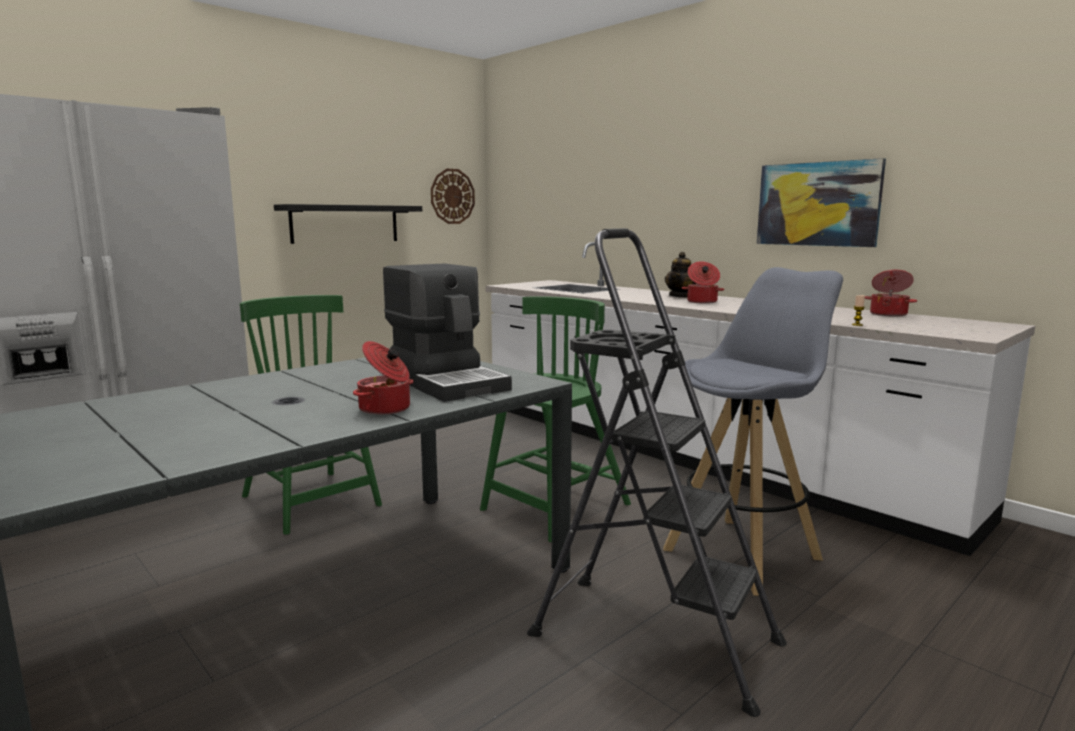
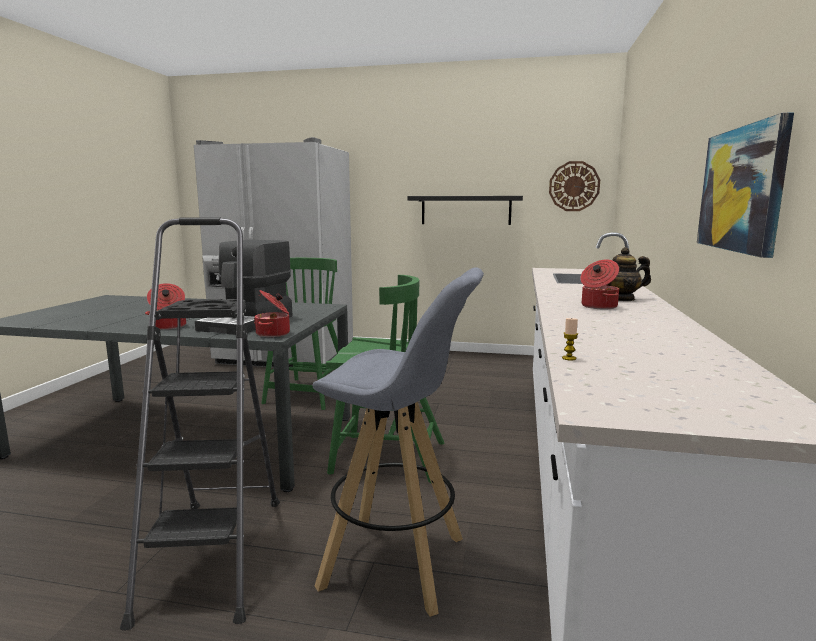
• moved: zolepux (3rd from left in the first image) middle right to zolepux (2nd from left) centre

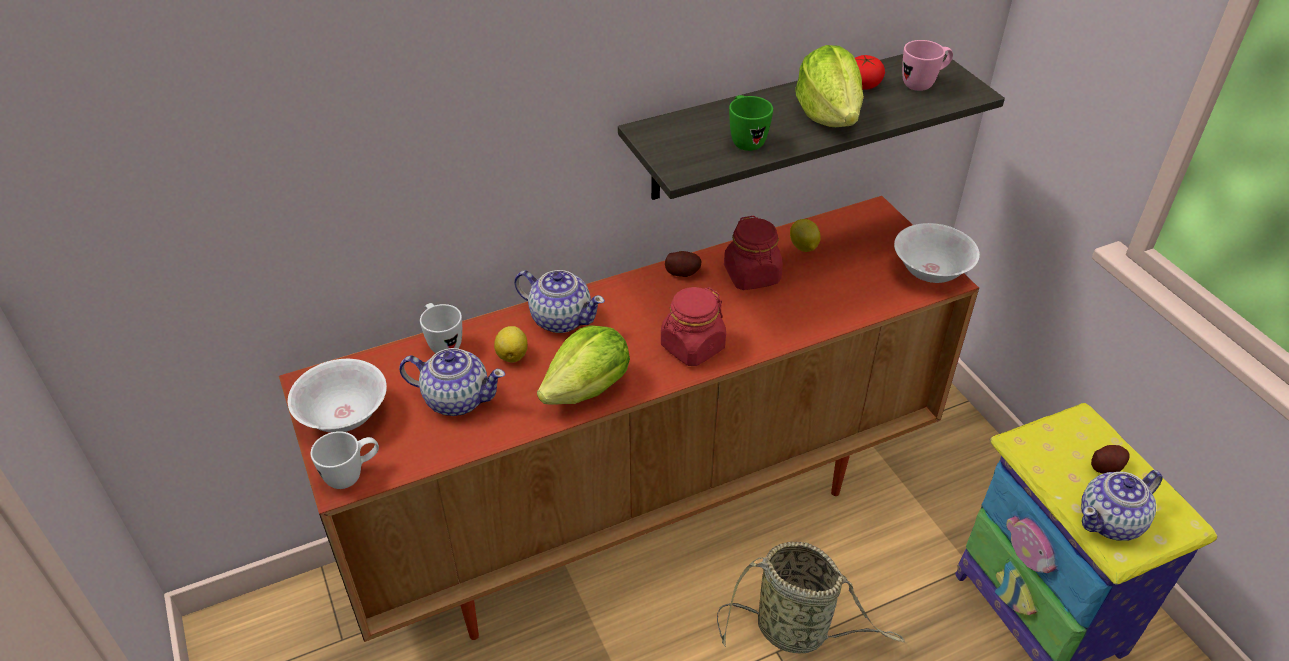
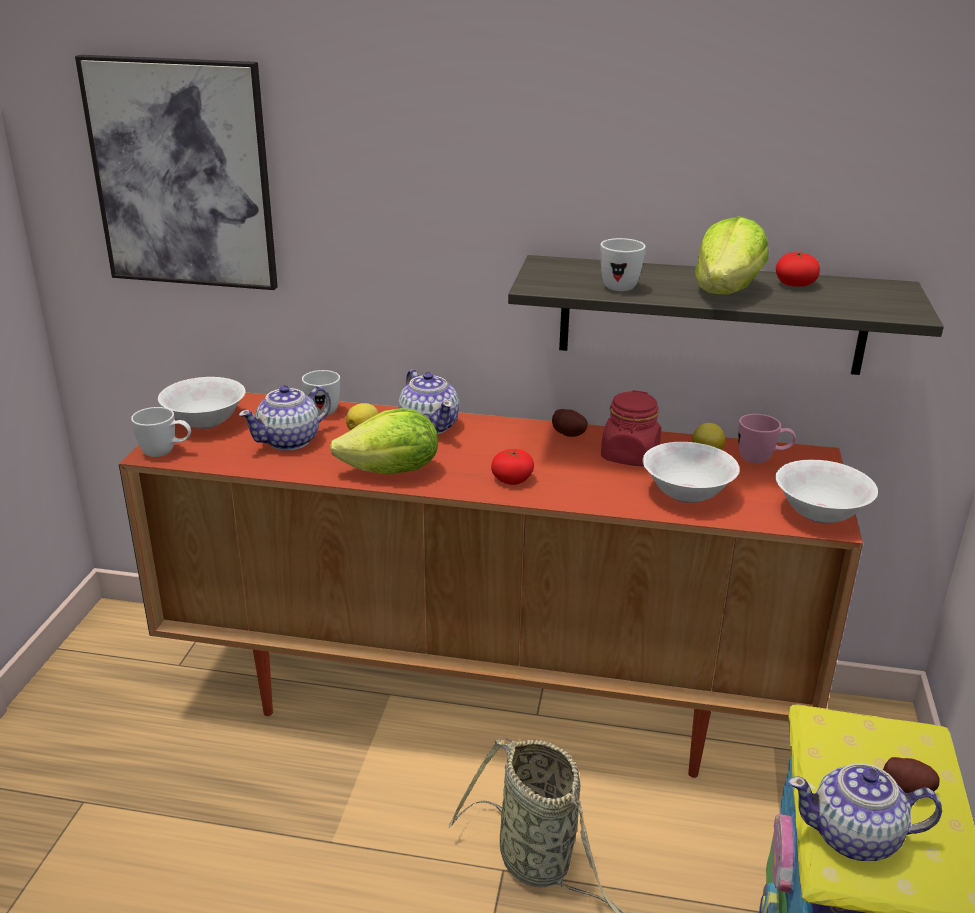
• added: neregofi top left
• turned: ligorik (1st from left) centre = middle left 90 degrees clockwise
• replaced: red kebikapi (1st from left) centre to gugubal (1st from left) centre
• recoloured: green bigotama top centre to white bigotama (3rd from left) top centre
• added: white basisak (2nd from left) middle right
• moved: pink bigotama top right to middle right

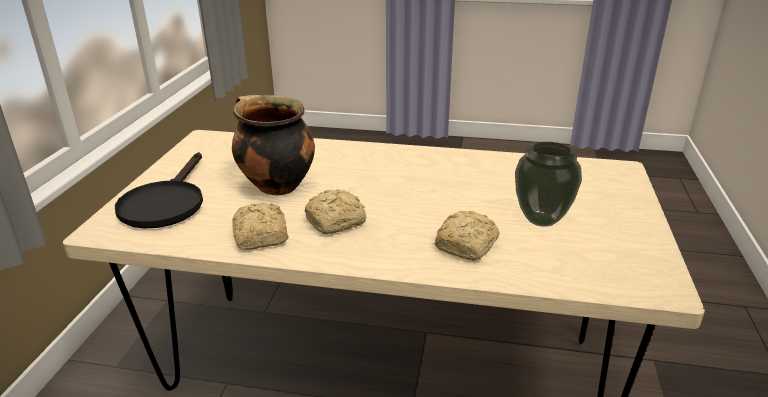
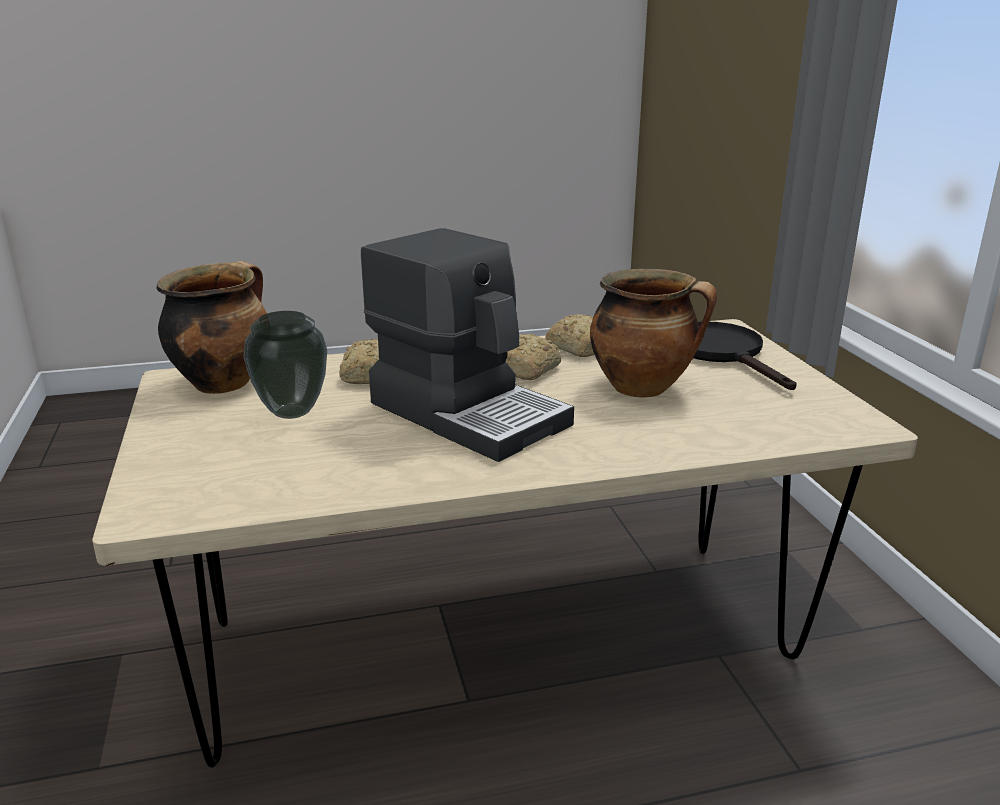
• added: zolepux (1st from left) middle left
• added: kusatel centre

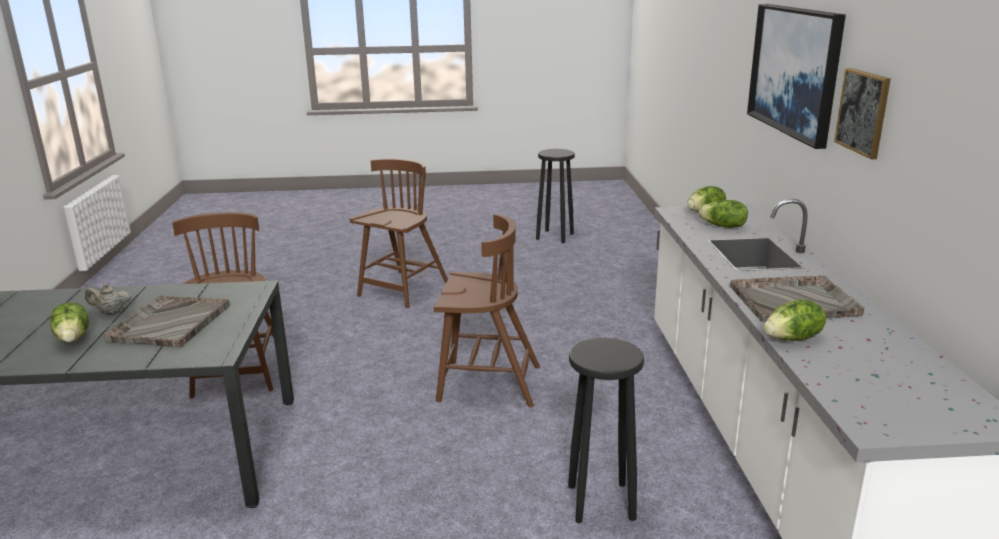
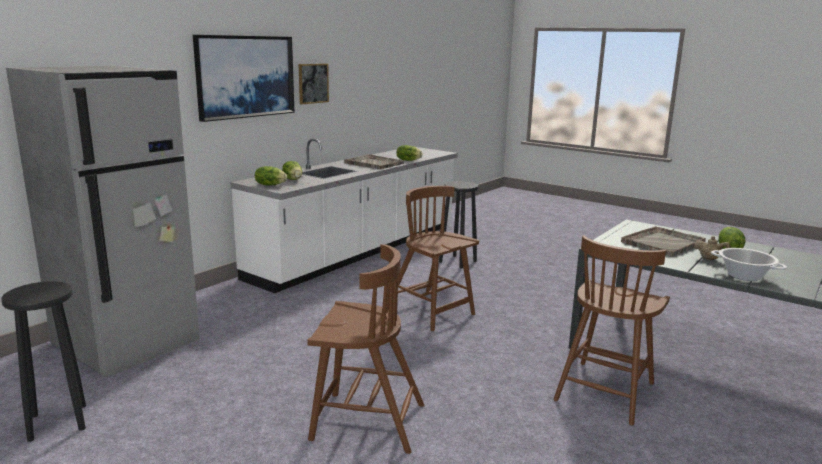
• added: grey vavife middle left
• turned: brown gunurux (2nd from left in the first image) centre = bottom centre 150 degrees counterclockwise
• added: zolepux middle right

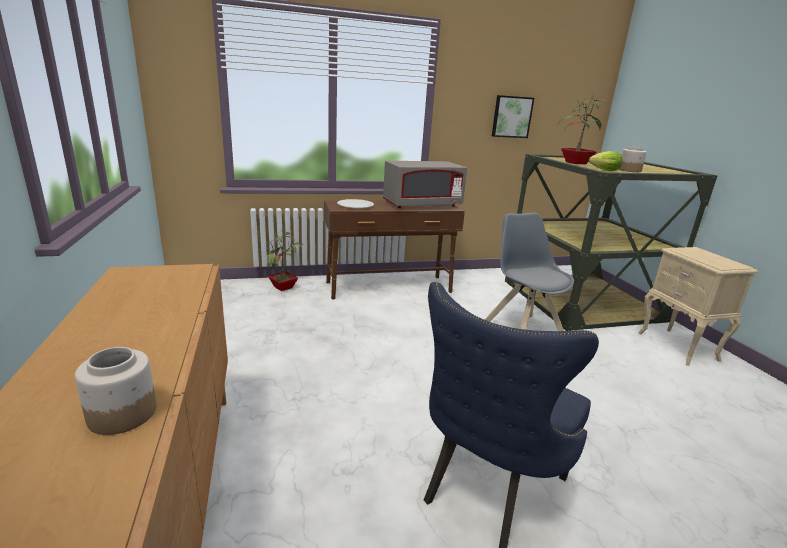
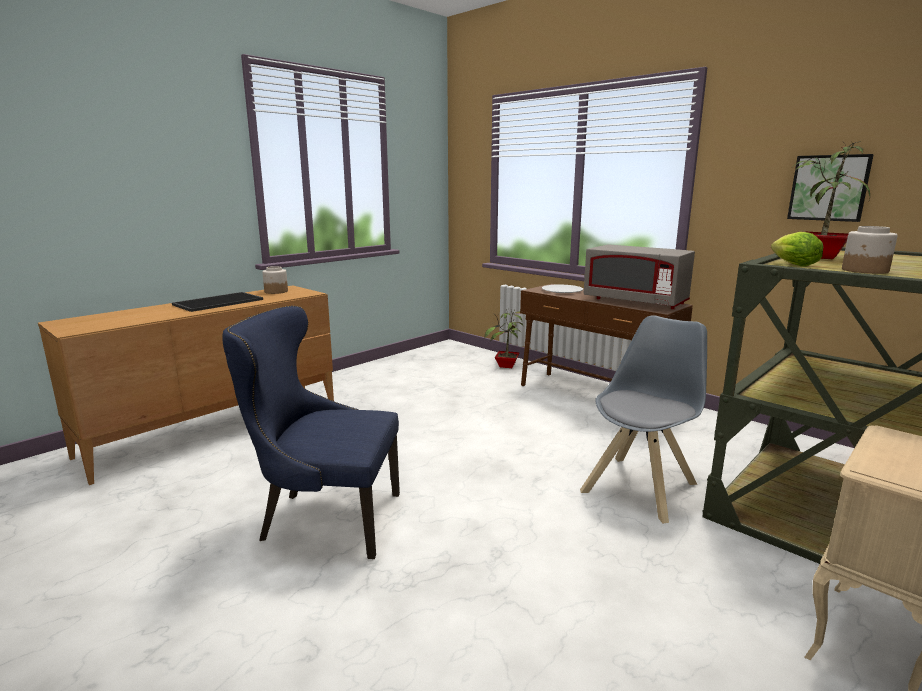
• added: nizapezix middle left
• moved: kebikapi (1st from left) bottom left to middle left

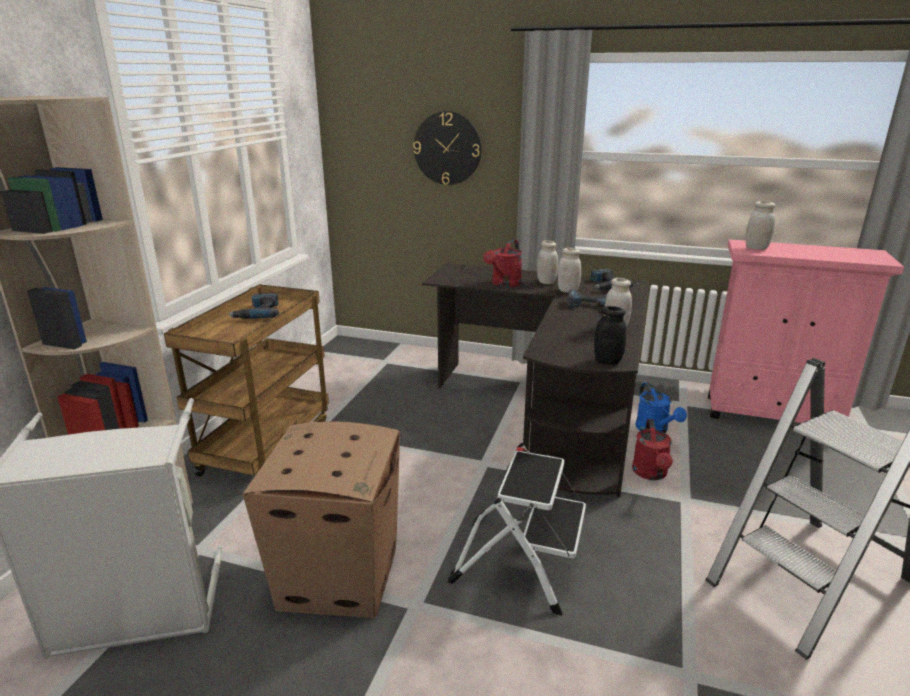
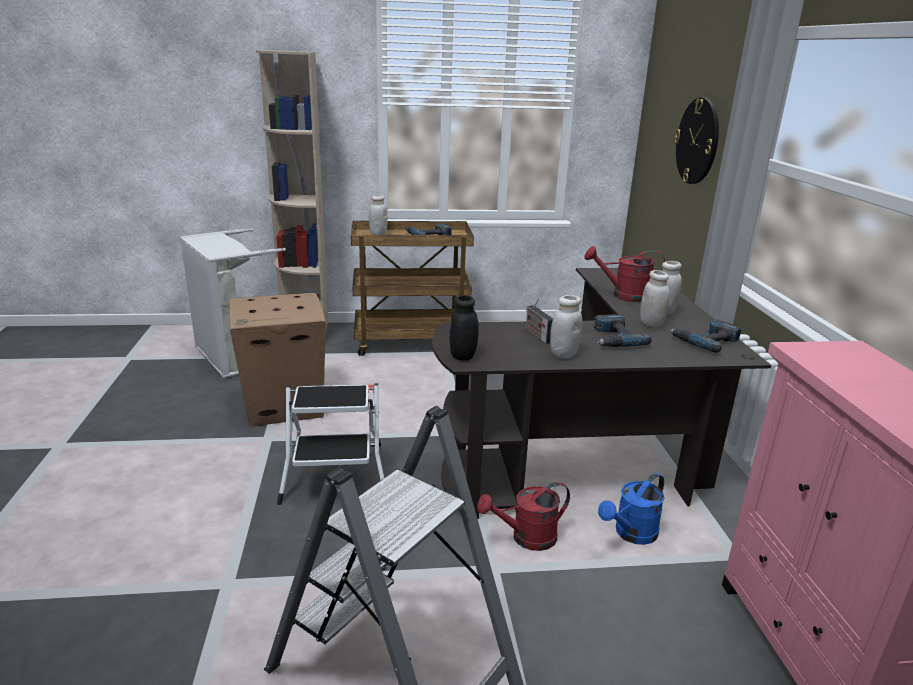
• moved: white kebikapi (4th from left in the first image) top right to white kebikapi (1st from left) top centre
• added: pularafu centre

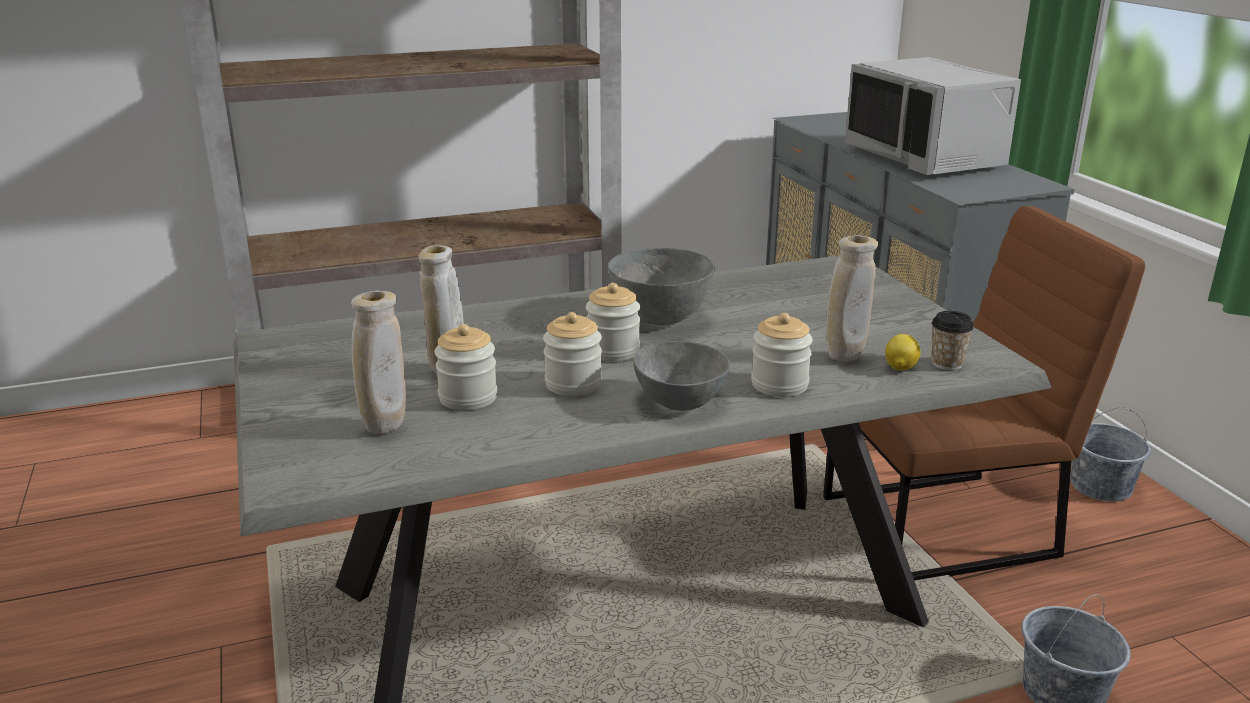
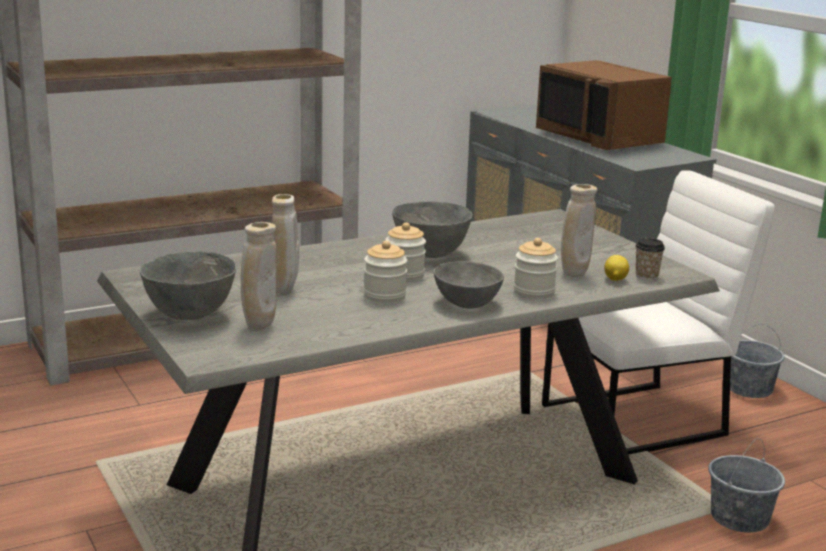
• added: grey basisak (1st from left) middle left
• recoloured: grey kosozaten top right to brown kosozaten top right
• recoloured: brown gunurux middle right to white gunurux middle right
• removed: kebikapi (1st from left) centre

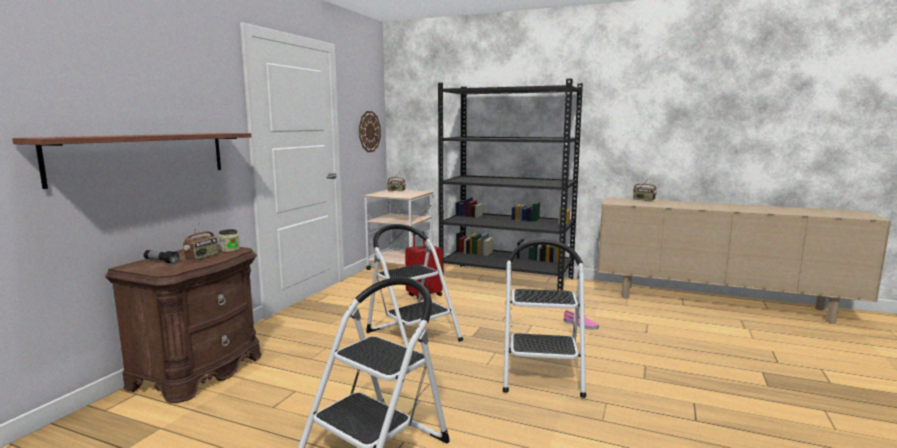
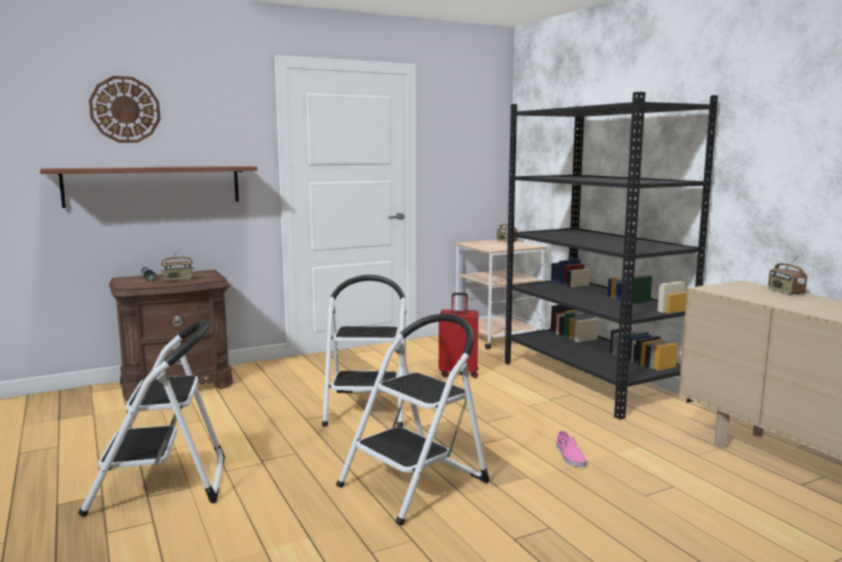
• moved: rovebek top centre to top left
• removed: kebikapi middle left

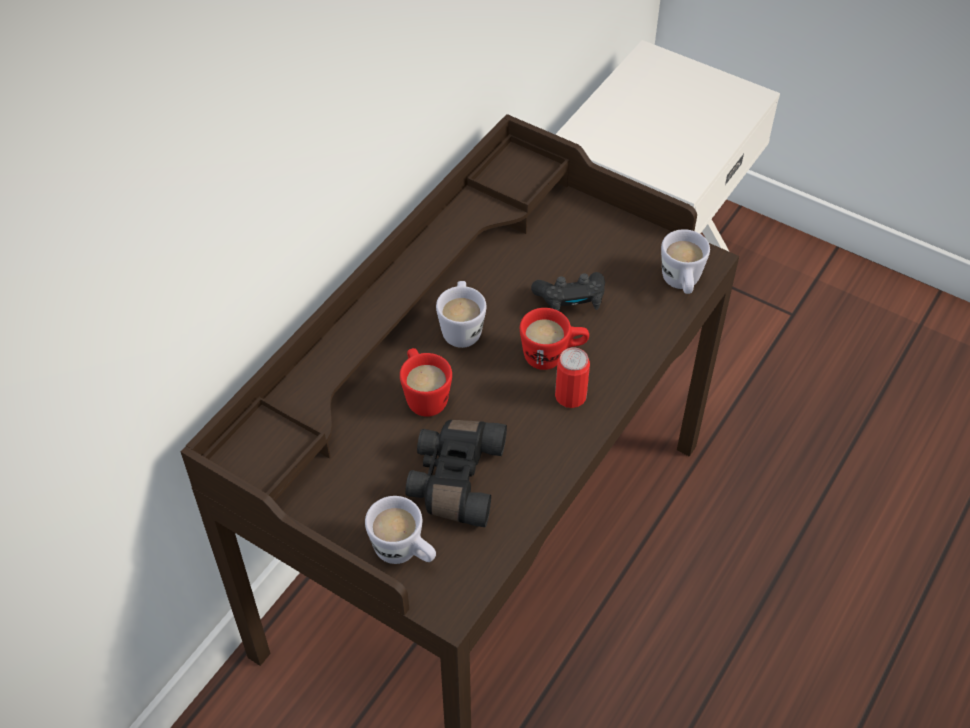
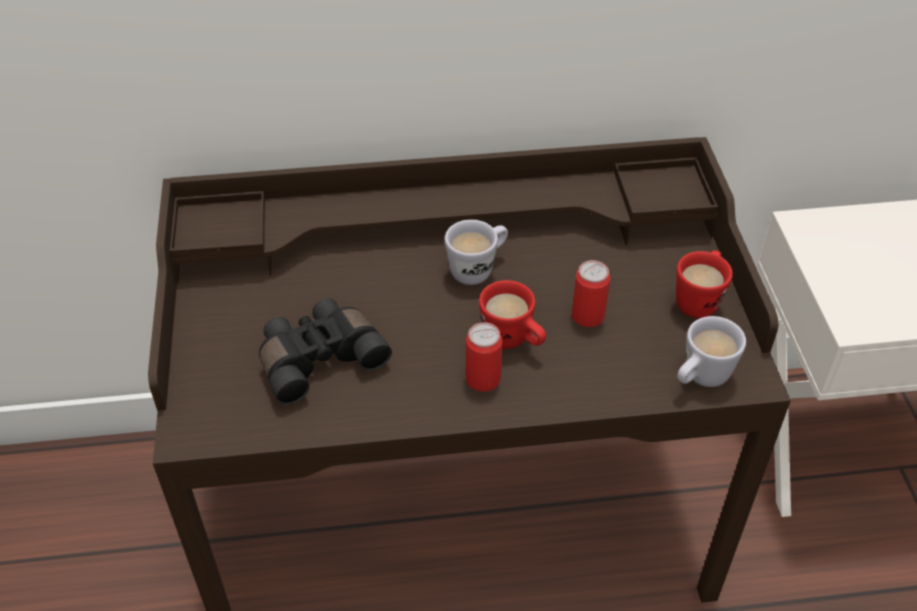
• replaced: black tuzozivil centre to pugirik (2nd from left) centre
• moved: red bigotama (1st from left in the first image) centre to red bigotama (2nd from left) middle right
• removed: white bigotama (1st from left) bottom centre

